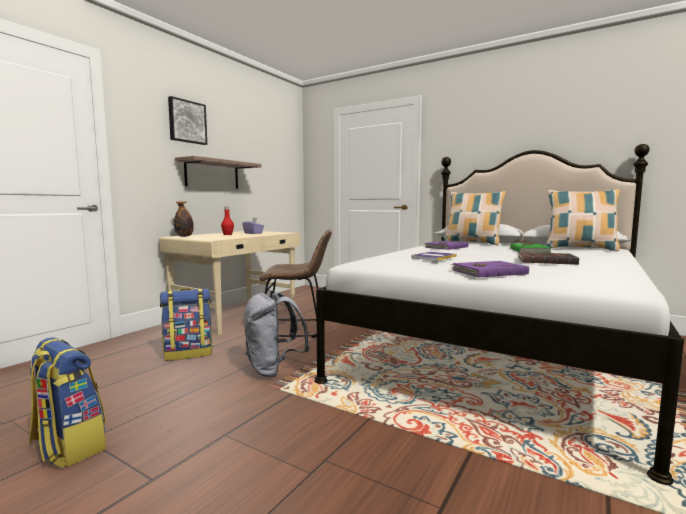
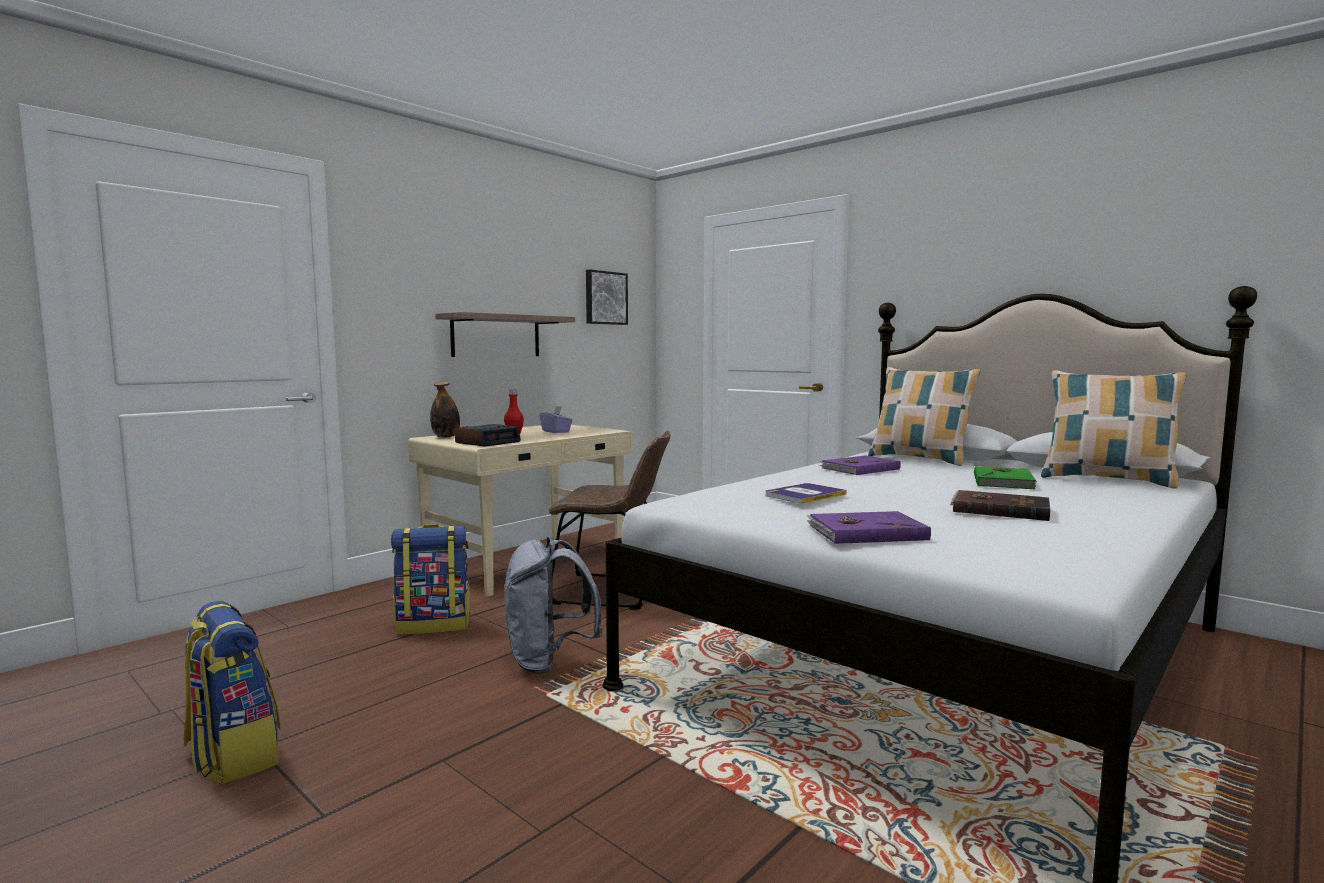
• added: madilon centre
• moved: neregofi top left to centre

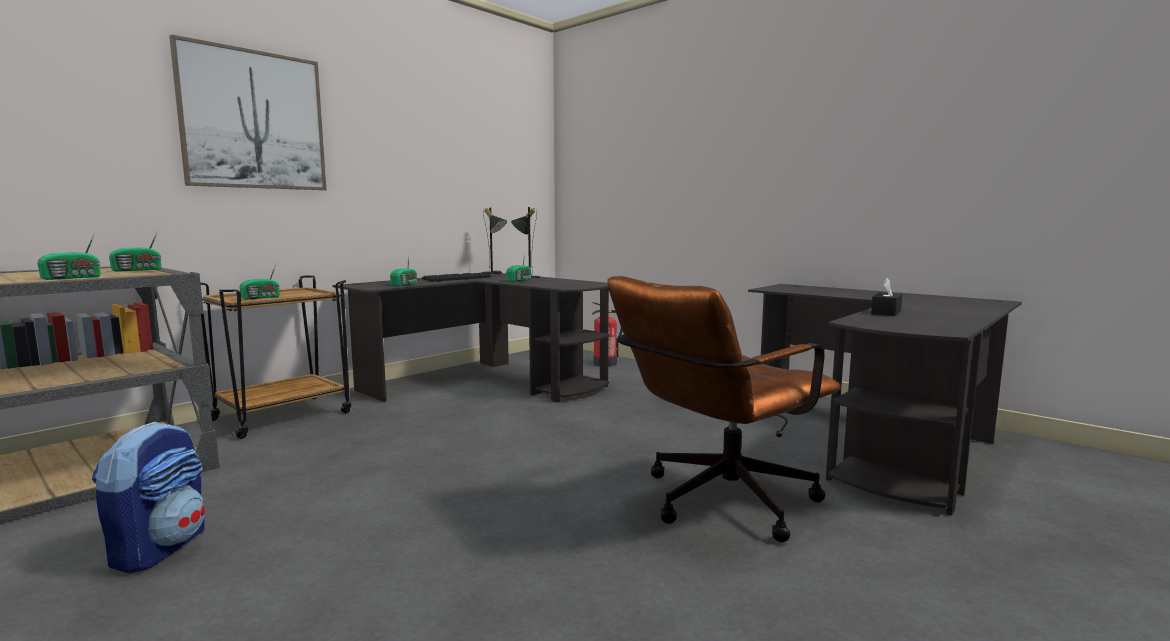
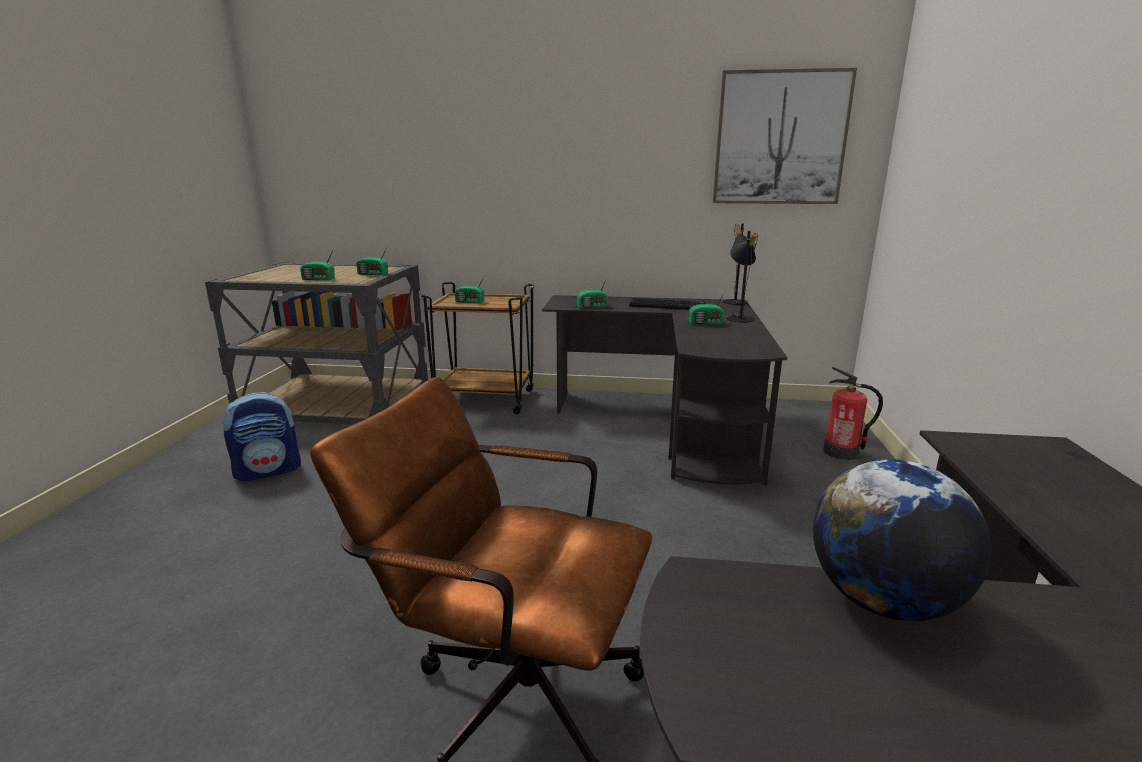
• moved: neregofi top left to top right
• replaced: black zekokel middle right to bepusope bottom right

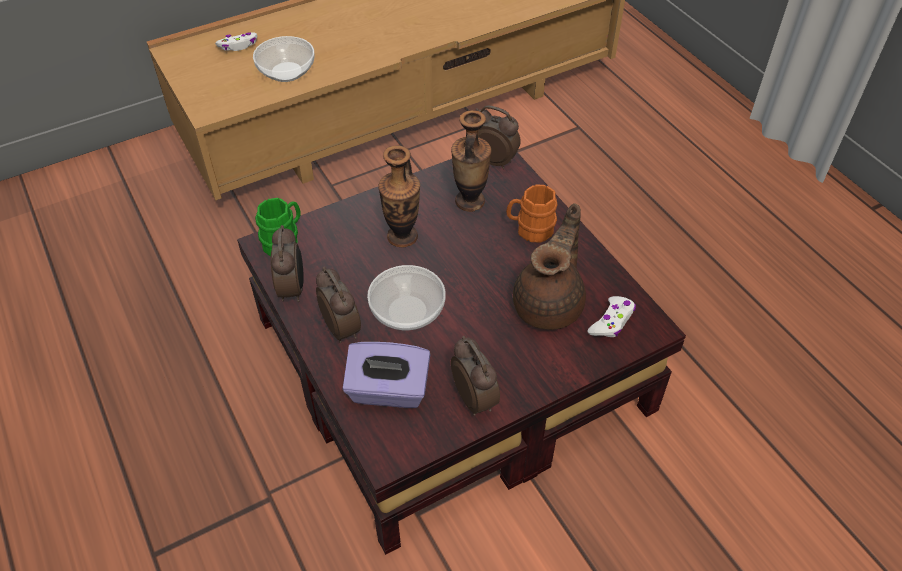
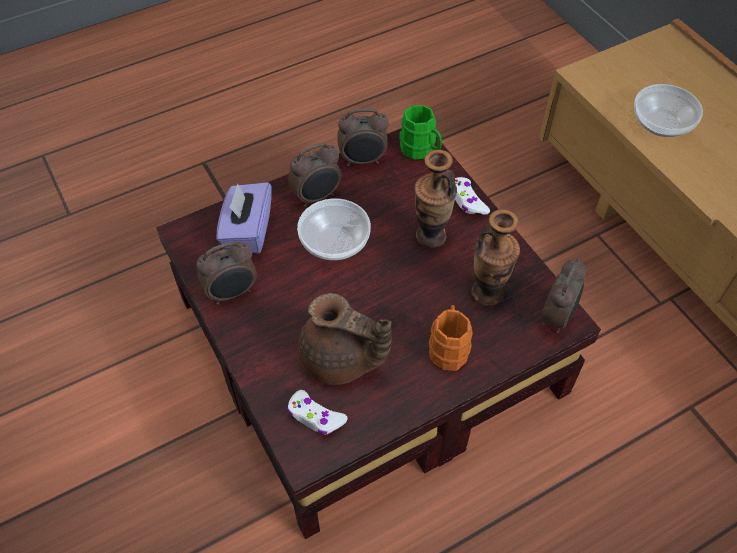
• moved: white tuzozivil (1st from left in the first image) top left to white tuzozivil (2nd from left) centre

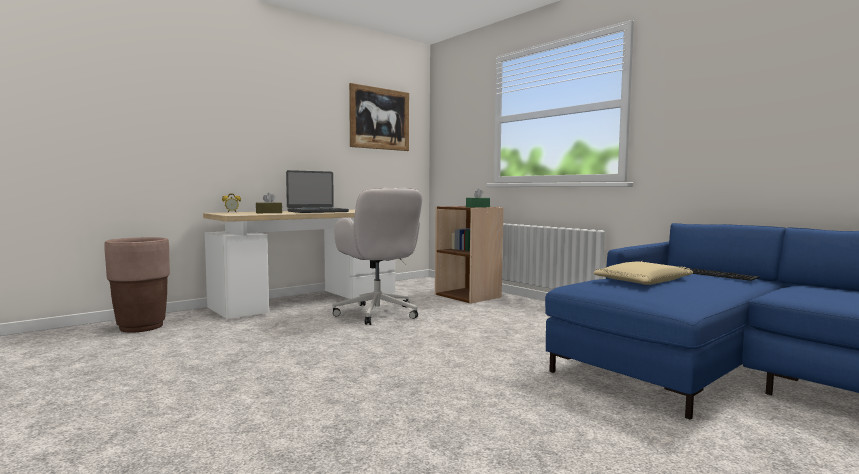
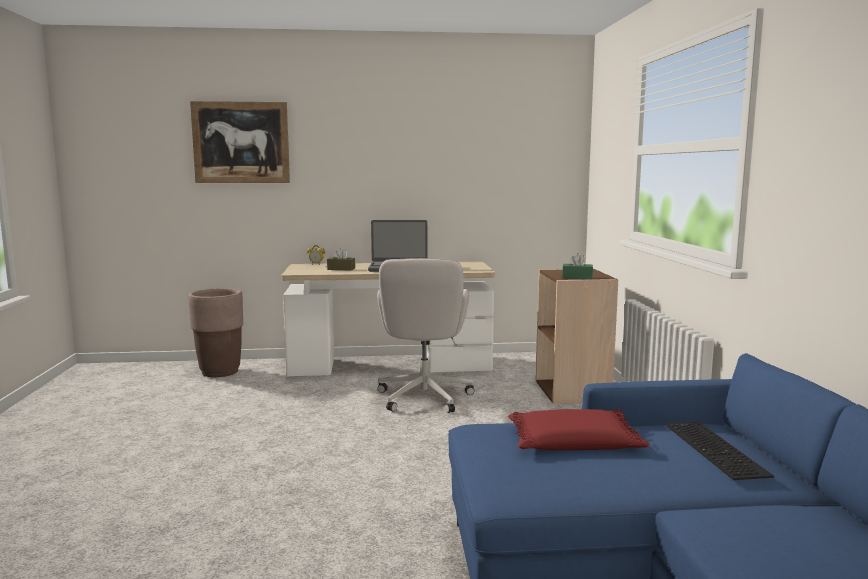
• moved: neregofi top centre to top left
• recoloured: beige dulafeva middle right to red dulafeva bottom right

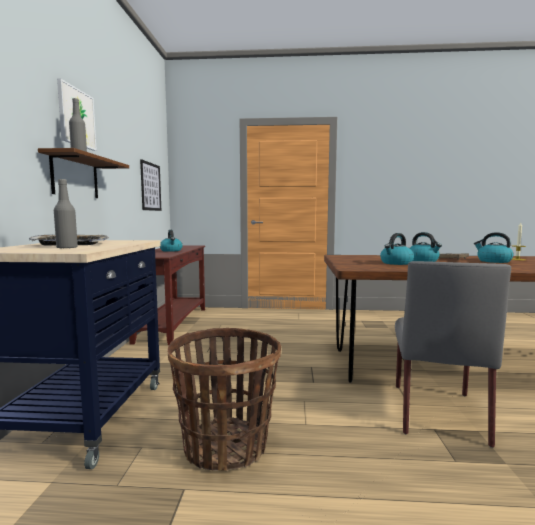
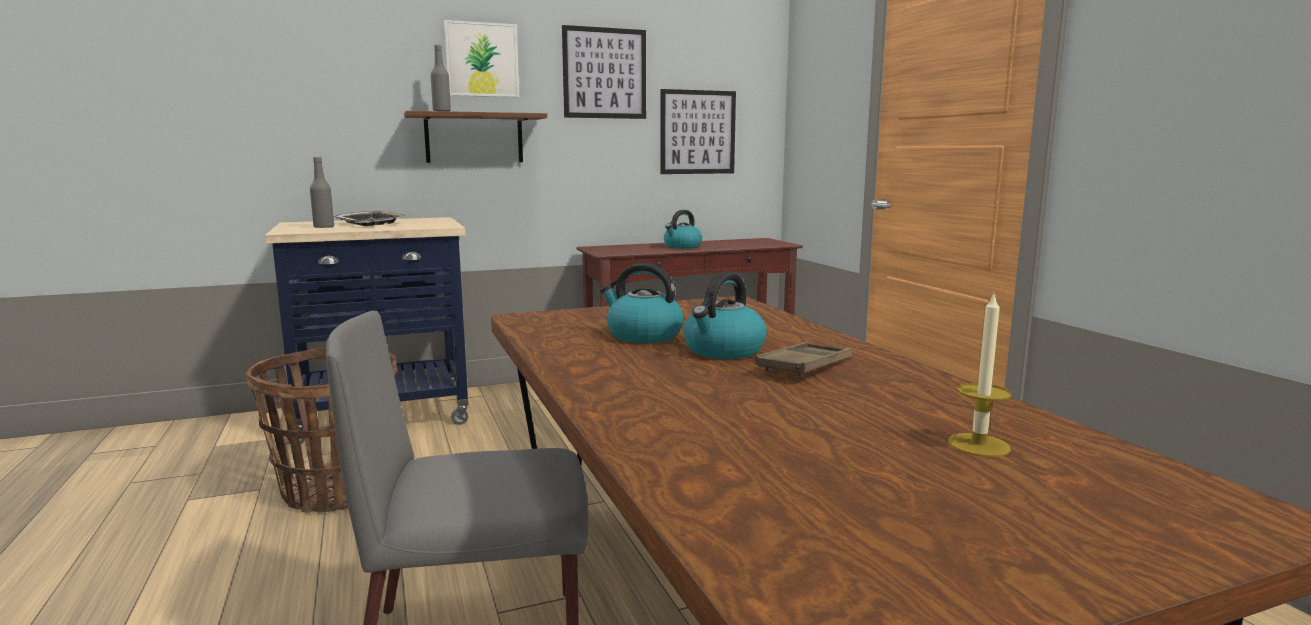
• added: neregofi (2nd from left) top centre
• removed: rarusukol (4th from left) middle right

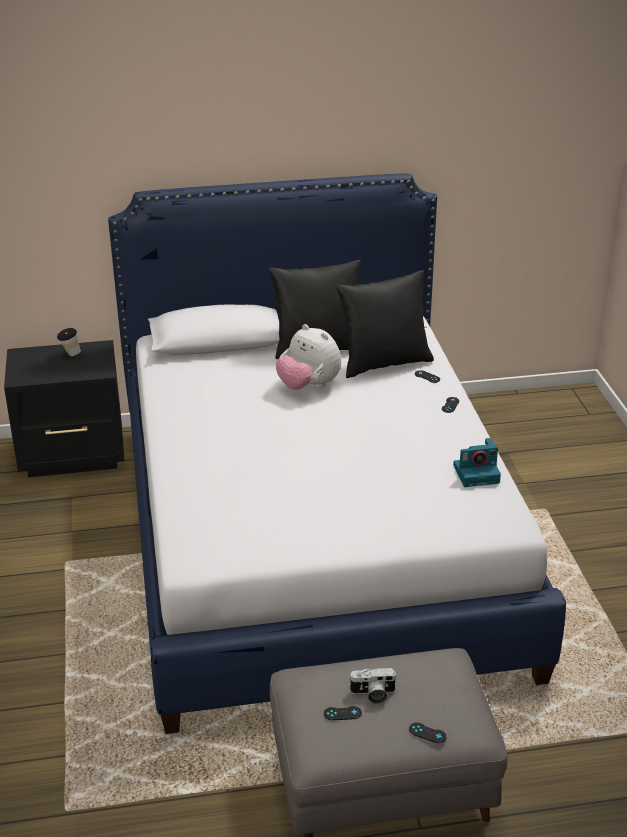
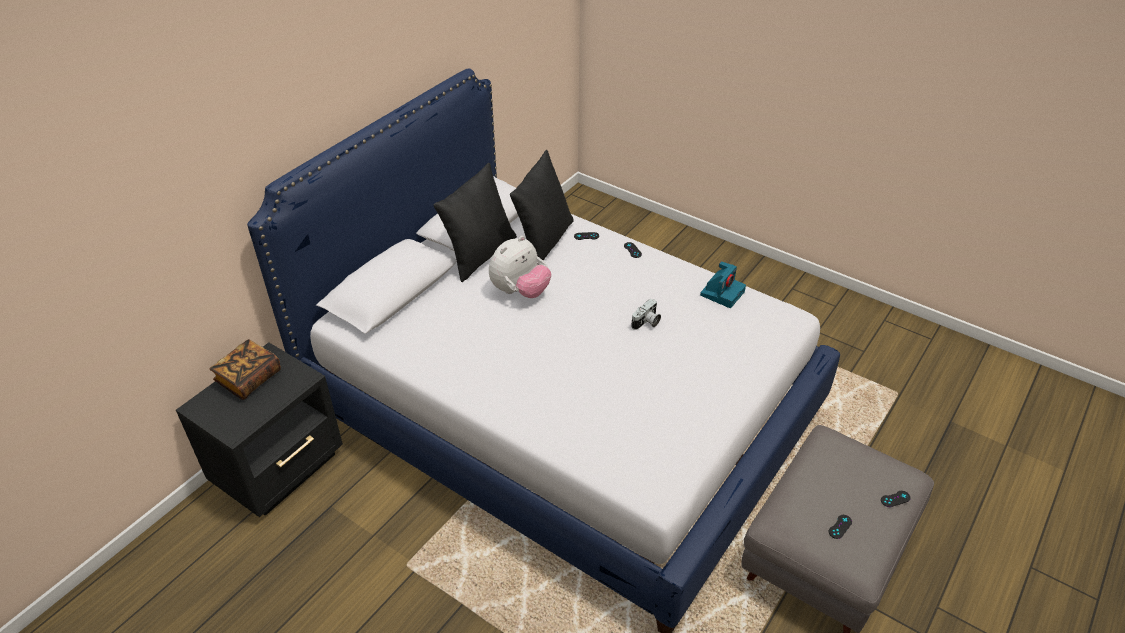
• replaced: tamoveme middle left to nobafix middle left
• turned: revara centre = centre 45 degrees counterclockwise
• moved: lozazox (1st from left) bottom centre to centre

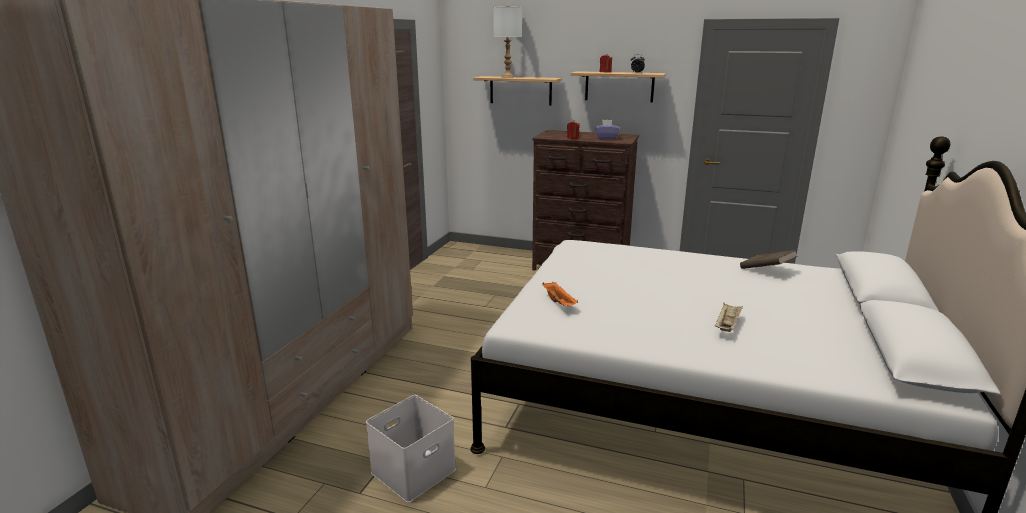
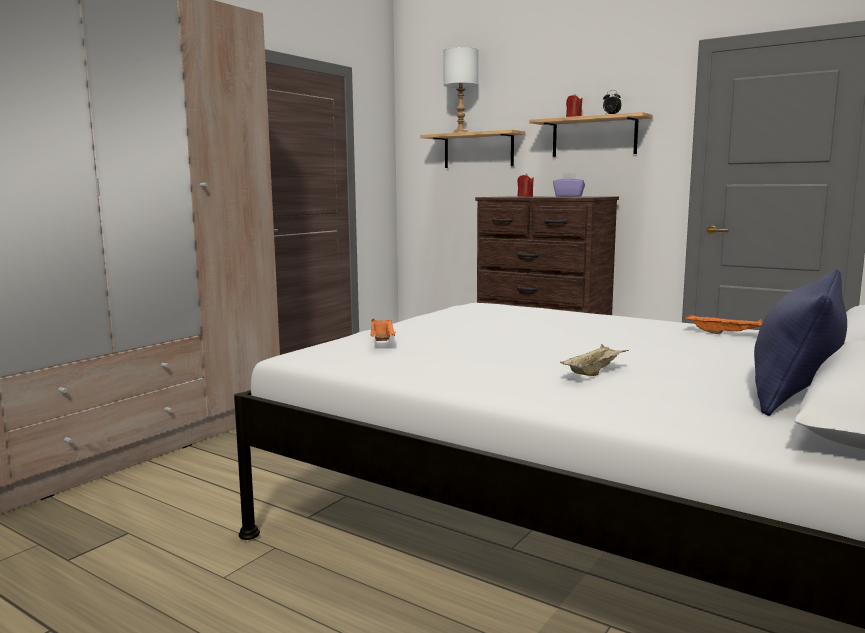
• replaced: brown nobafix middle right to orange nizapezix (2nd from left) middle right
• added: blue dulafeva middle right
• removed: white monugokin bottom centre

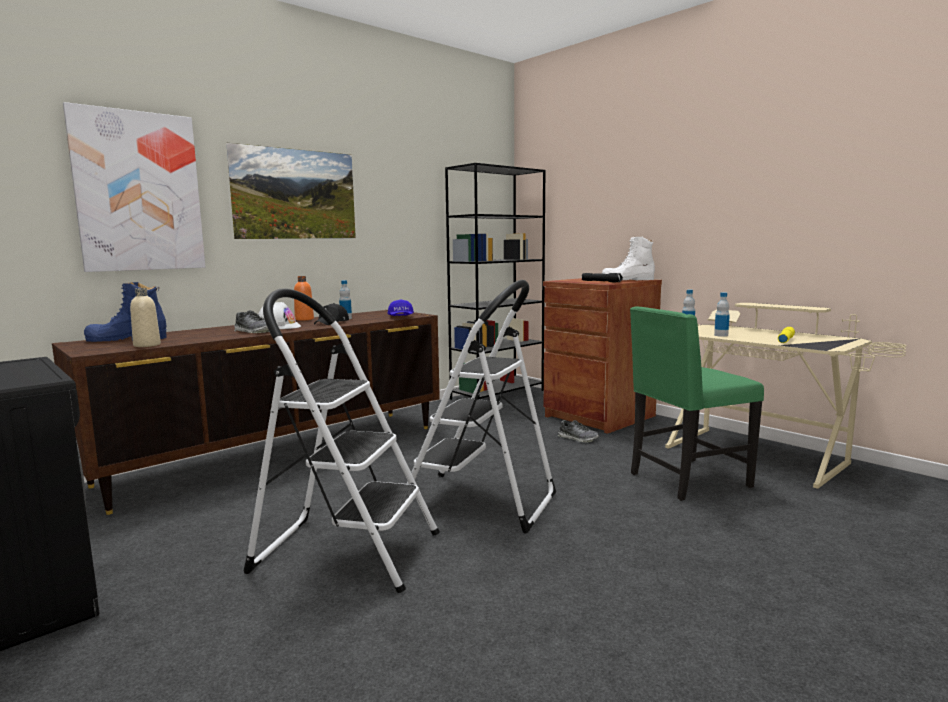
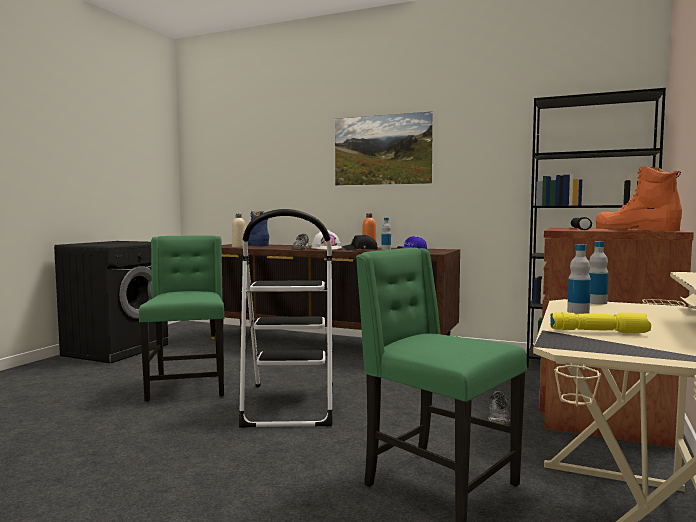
• replaced: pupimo (1st from left) centre to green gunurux (1st from left) middle left
• recoloured: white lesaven centre to orange lesaven middle right
• removed: neregofi (1st from left) top left

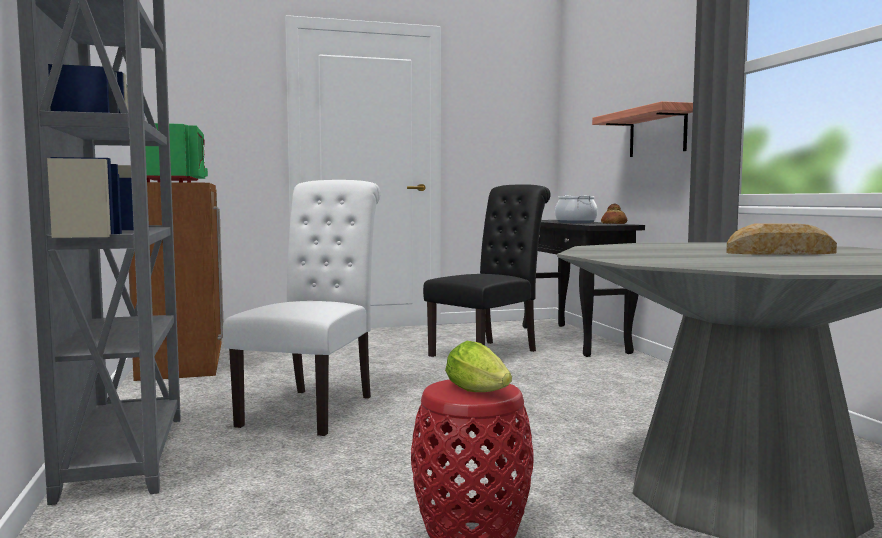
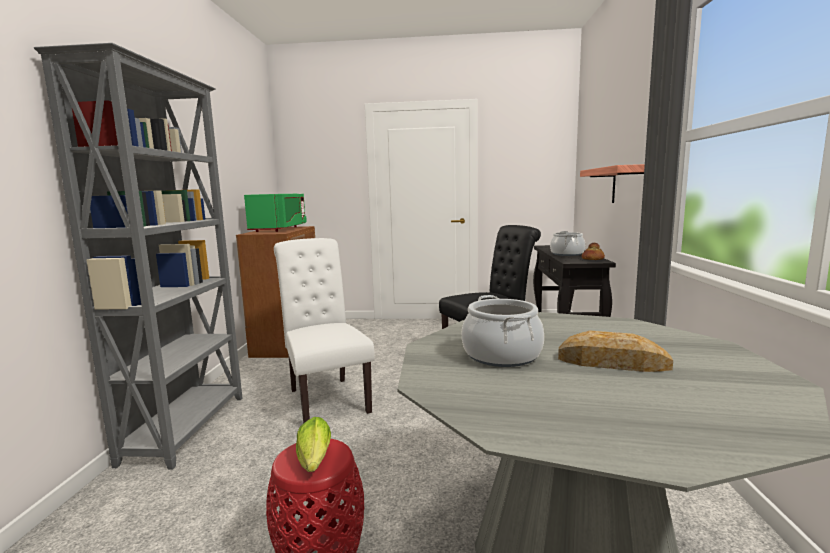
• turned: white gunurux centre = centre 60 degrees counterclockwise
• added: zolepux (1st from left) centre

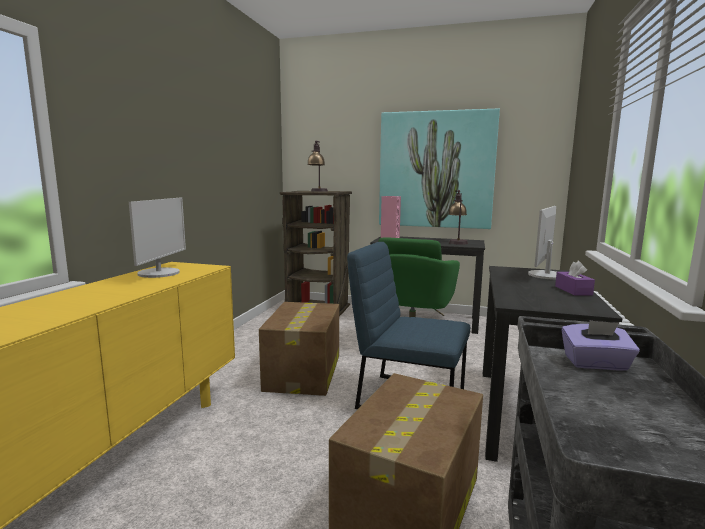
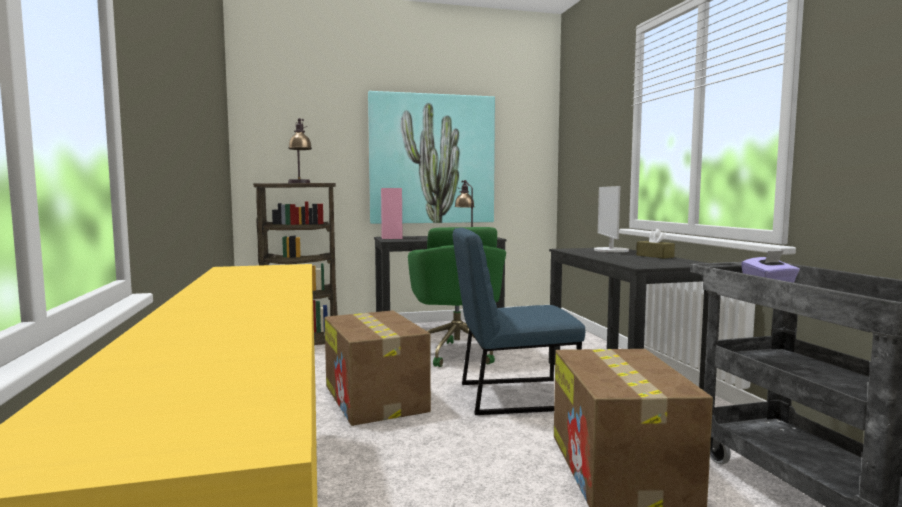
• recoloured: purple zekokel (1st from left) middle right to brown zekokel middle right
• removed: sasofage (1st from left) middle left

